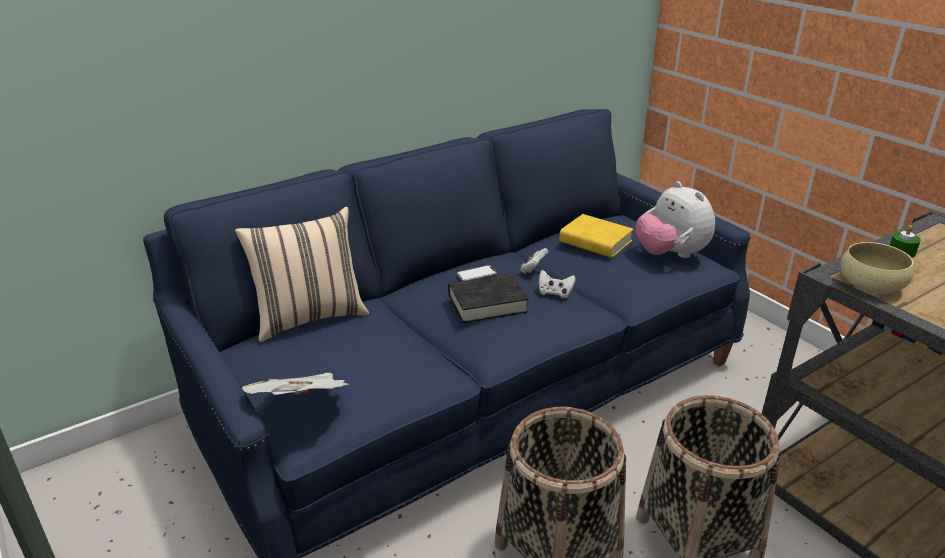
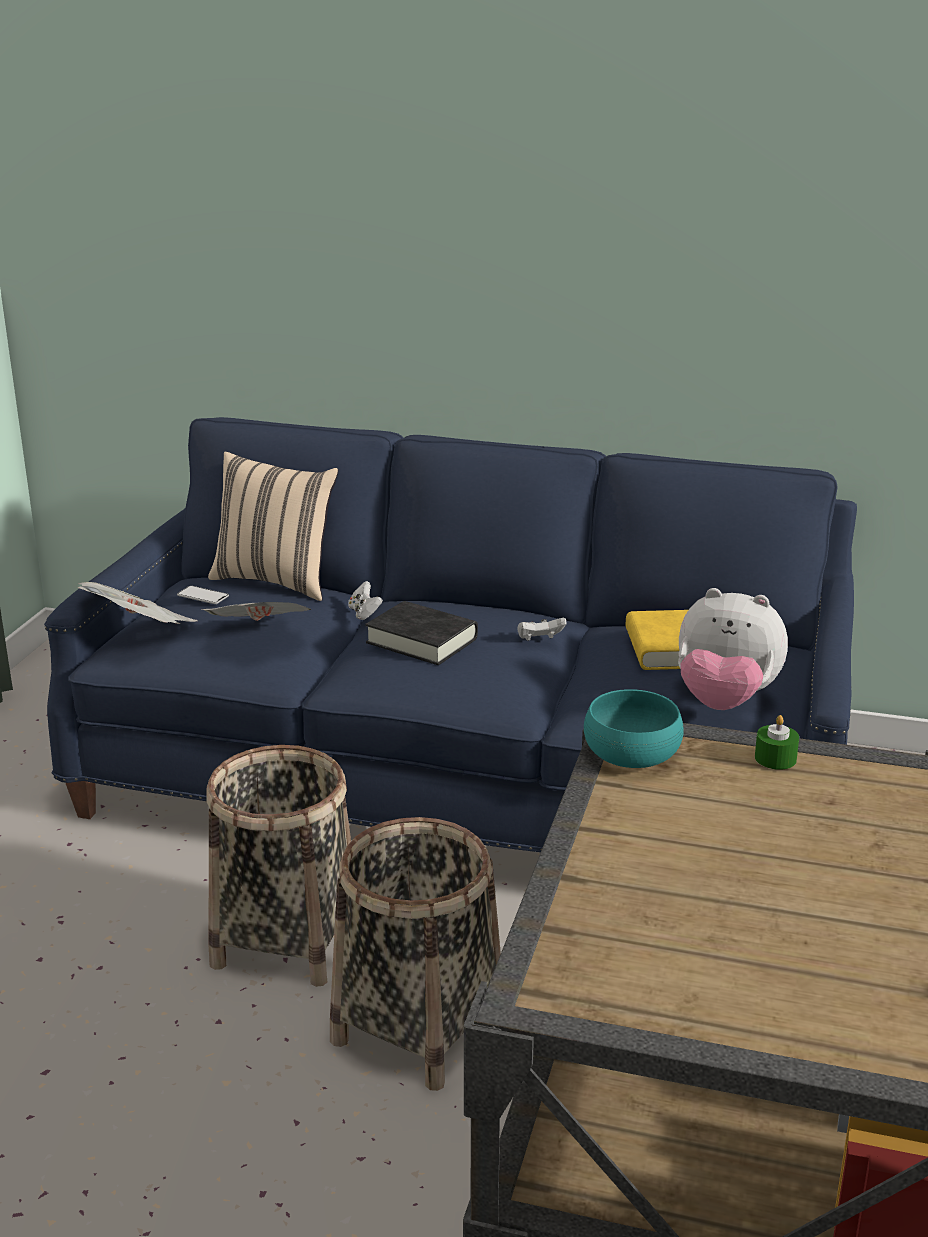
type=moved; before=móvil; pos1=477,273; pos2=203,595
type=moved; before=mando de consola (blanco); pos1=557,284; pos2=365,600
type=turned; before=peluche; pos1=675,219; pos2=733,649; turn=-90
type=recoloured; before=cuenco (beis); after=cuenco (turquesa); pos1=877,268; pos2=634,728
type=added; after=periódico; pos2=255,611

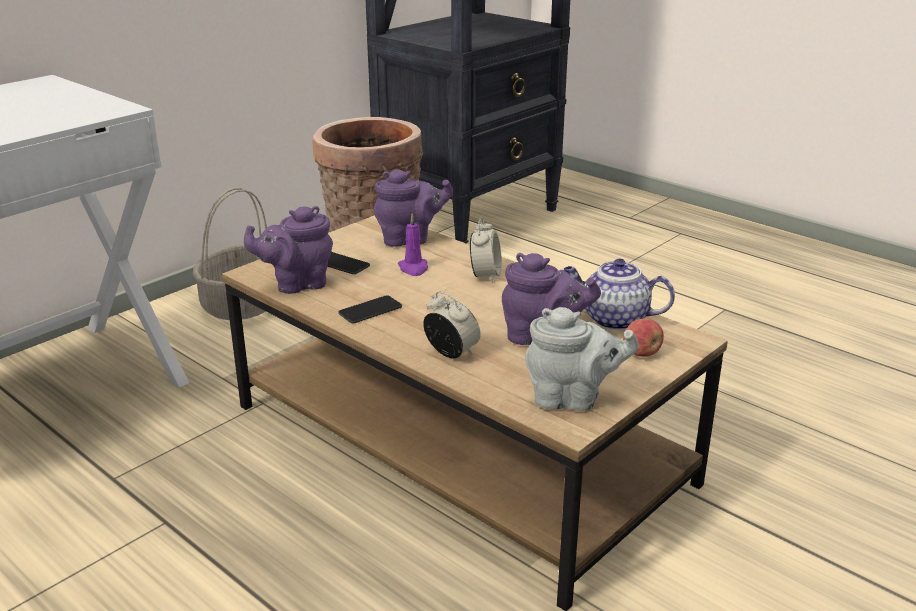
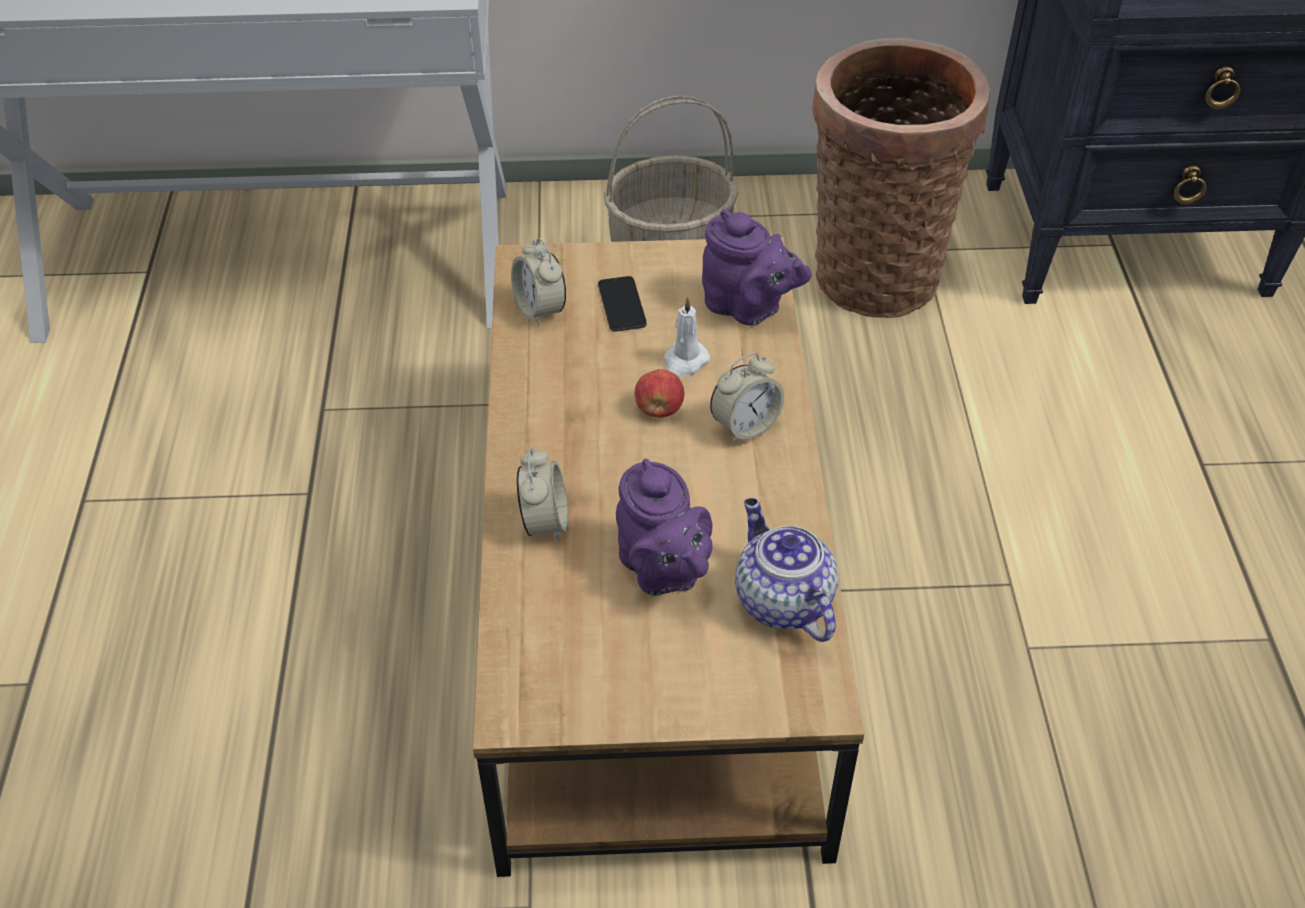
type=replaced; before=tetera (morado); after=despertador; pos1=288,250; pos2=538,282
type=removed; before=móvil; pos1=370,309
type=recoloured; before=vela (morado); after=vela (blanco); pos1=413,244; pos2=686,337
type=removed; before=tetera (gris); pos1=582,359
type=moved; before=manzana; pos1=643,337; pos2=659,393

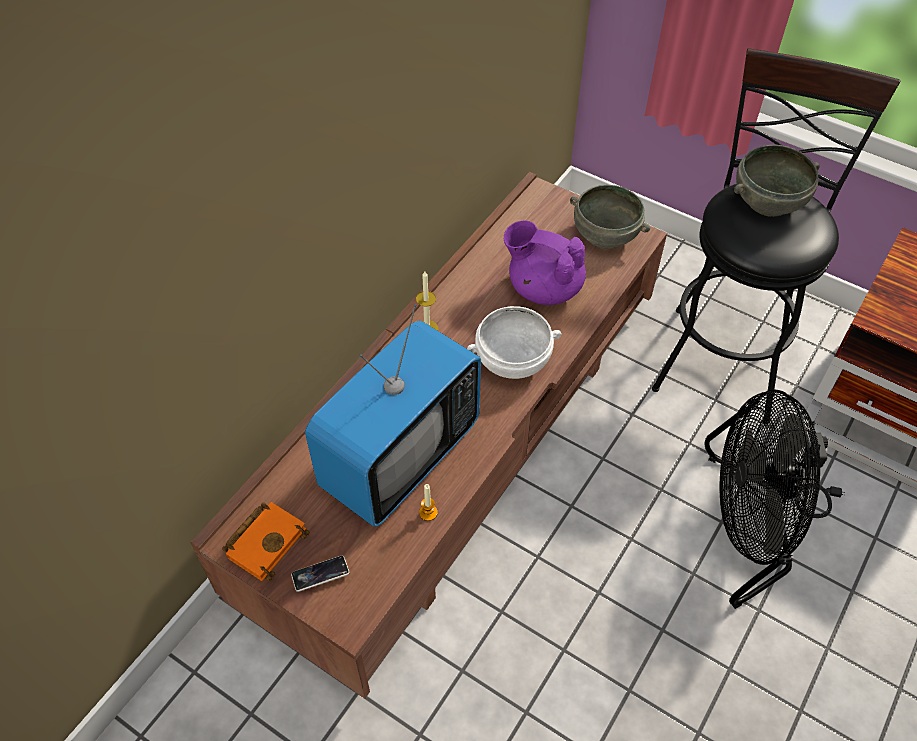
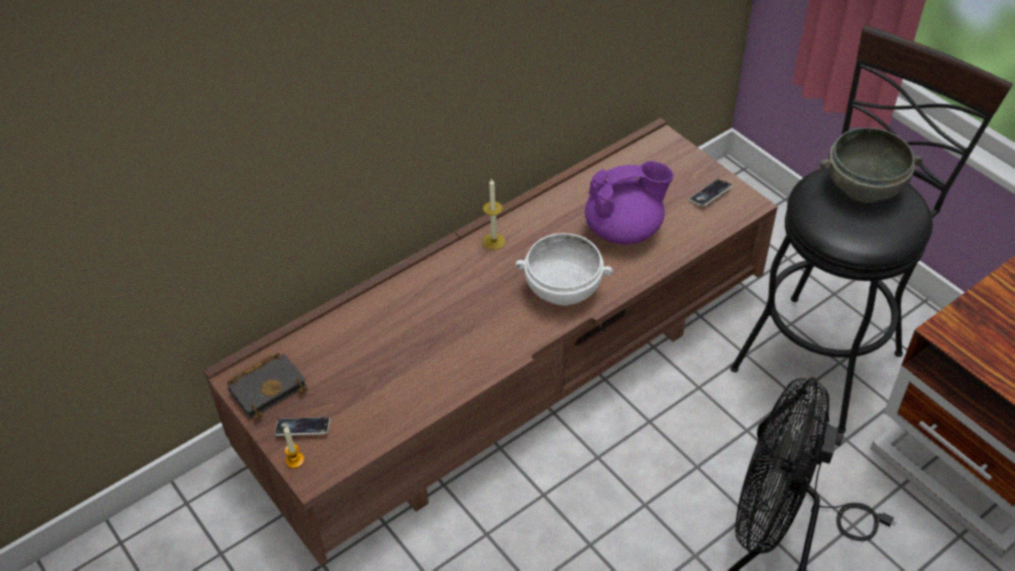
type=recoloured; before=libro (naranja); after=libro (negro); pos1=266,541; pos2=267,386
type=removed; before=televisor; pos1=393,415
type=moved; before=vela; pos1=428,502; pos2=294,448
type=turned; before=tetera (morado); pos1=544,263; pos2=629,202; turn=120
type=replaced; before=cuenco (gris); after=móvil; pos1=610,217; pos2=711,192

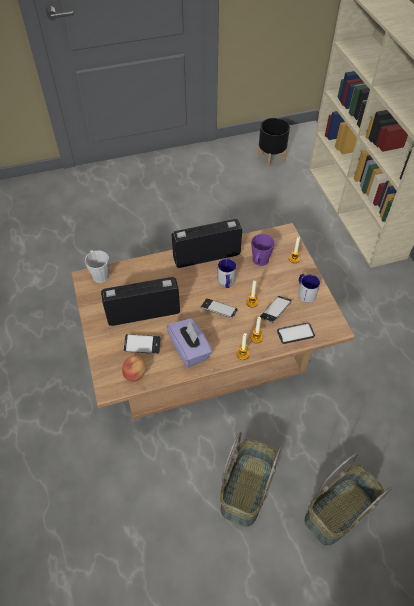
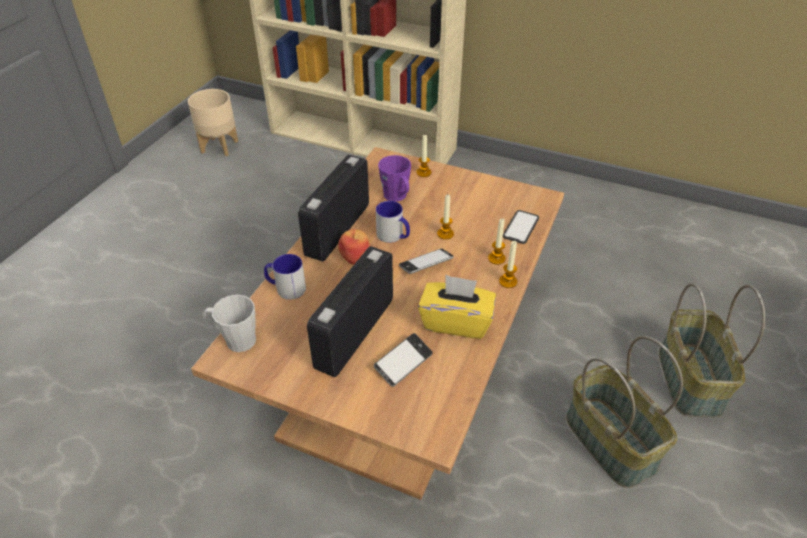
type=moved; before=manzana; pos1=134,369; pos2=354,247
type=recoloured; before=caja de pañuelos (morado); after=caja de pañuelos (amarillo); pos1=189,343; pos2=457,307
type=recoloured; before=maceta (negro); after=maceta (beis); pos1=274,143; pos2=213,122
type=removed; before=móvil; pos1=276,309
type=moved; before=taza grande; pos1=309,288; pos2=285,277

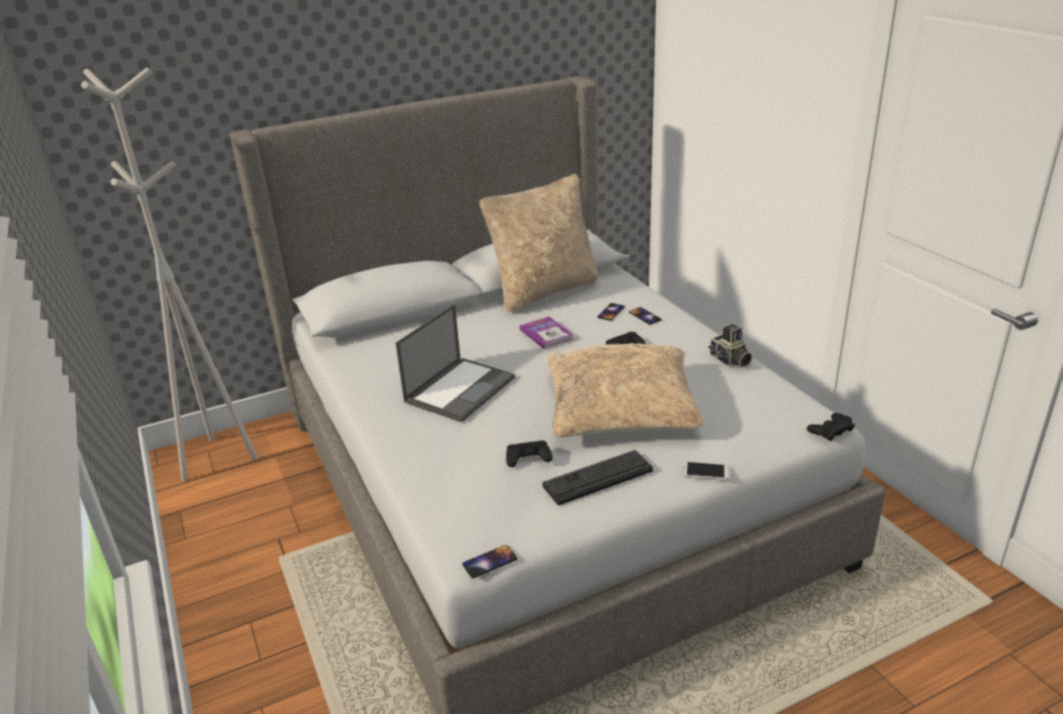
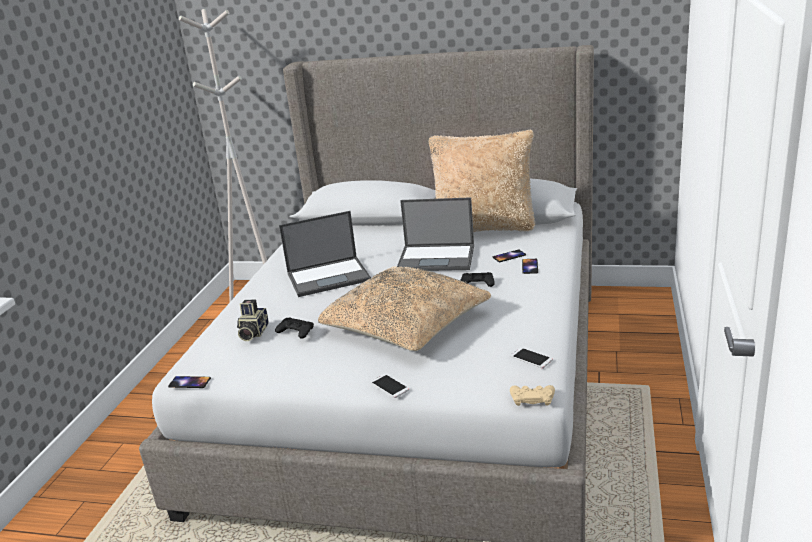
type=replaced; before=libro; after=portátil; pos1=546,332; pos2=435,234
type=removed; before=teclado; pos1=597,477
type=moved; before=cámara; pos1=730,346; pos2=253,320
type=recoloured; before=mando de consola (negro); after=mando de consola (beis); pos1=831,427; pos2=532,395
type=added; after=móvil; pos2=531,357

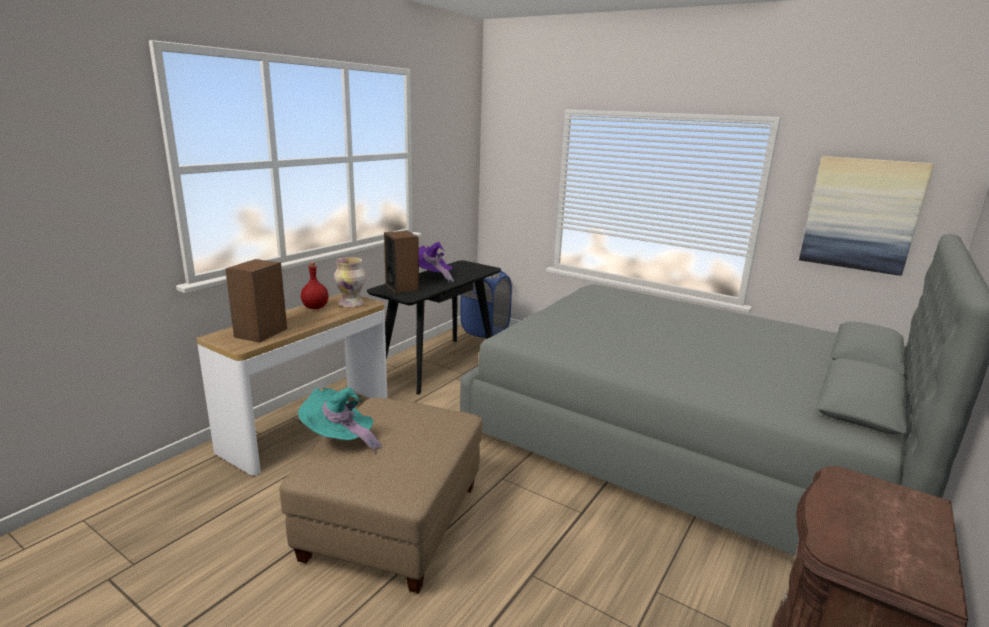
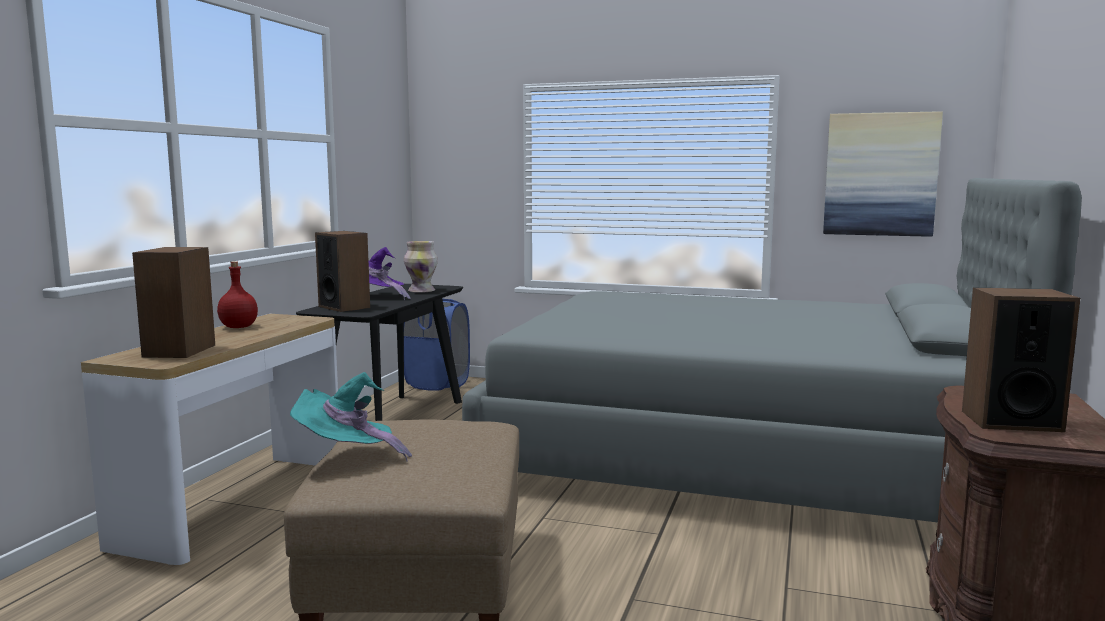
type=moved; before=florero; pos1=350,282; pos2=421,267
type=added; after=altavoz; pos2=1021,360

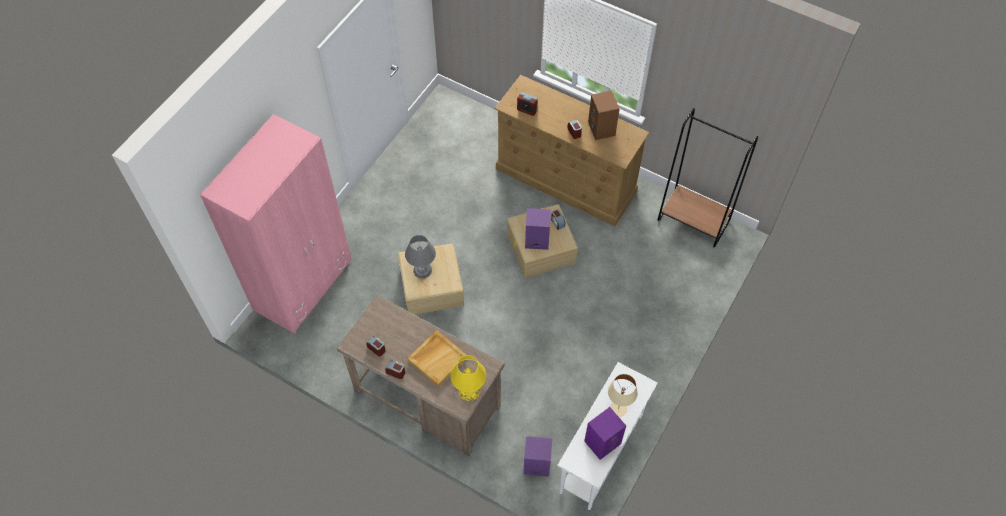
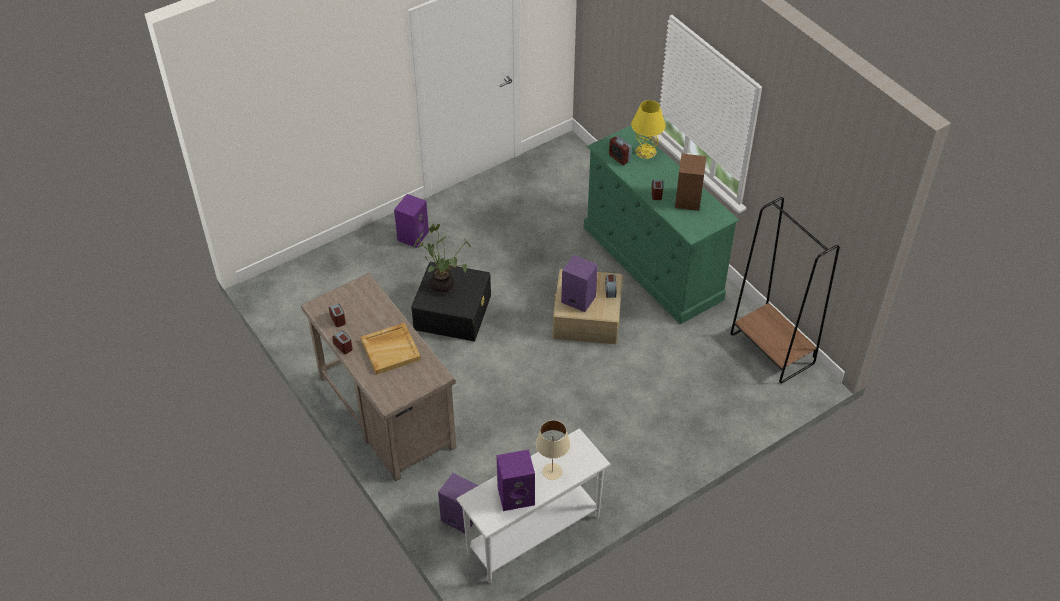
type=removed; before=armario ropero (rosa); pos1=276,224
type=recoloured; before=caja de almacenaje (beis); after=caja de almacenaje (negro); pos1=431,279; pos2=451,301
type=replaced; before=lámpara de mesa (gris); after=planta en maceta; pos1=420,257; pos2=442,259
type=moved; before=lámpara de mesa (amarillo); pos1=468,378; pos2=648,129
type=recoloured; before=cómoda (marrón); after=cómoda (verde); pos1=571,151; pos2=661,225
type=added; after=altavoz (morado); pos2=411,221

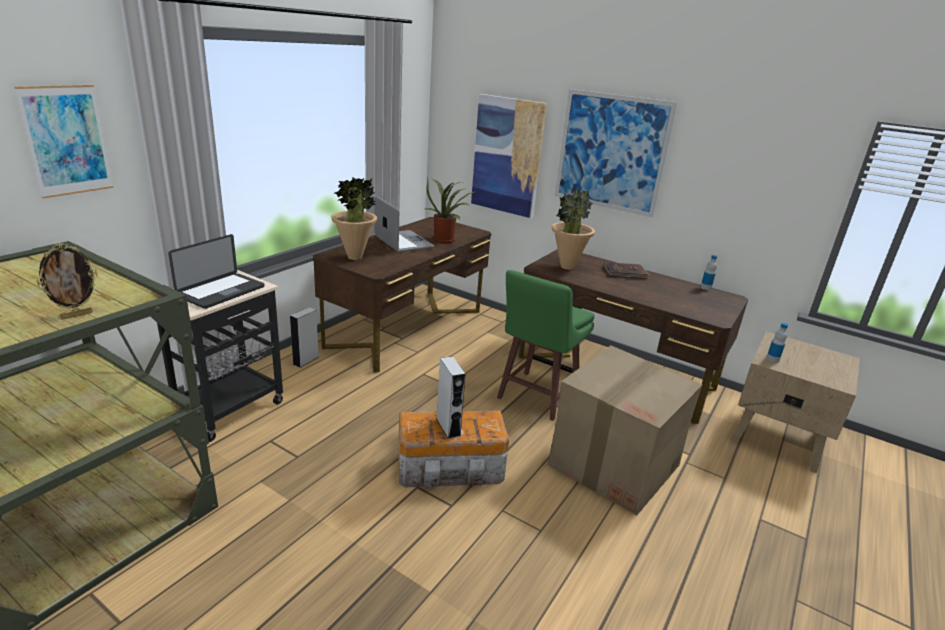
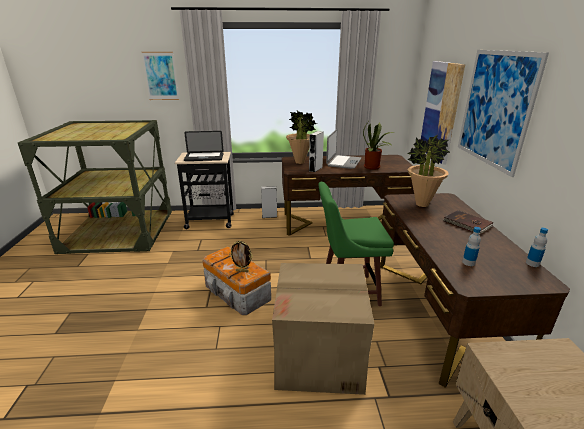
type=moved; before=portarretratos; pos1=67,281; pos2=241,256
type=moved; before=altavoz (gris); pos1=451,397; pos2=316,151
type=moved; before=botella; pos1=777,343; pos2=471,246

